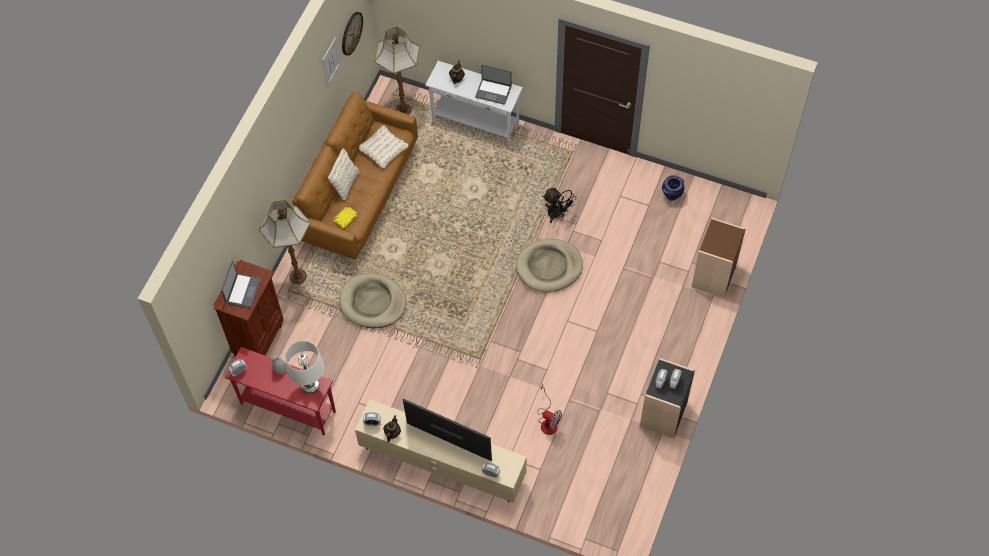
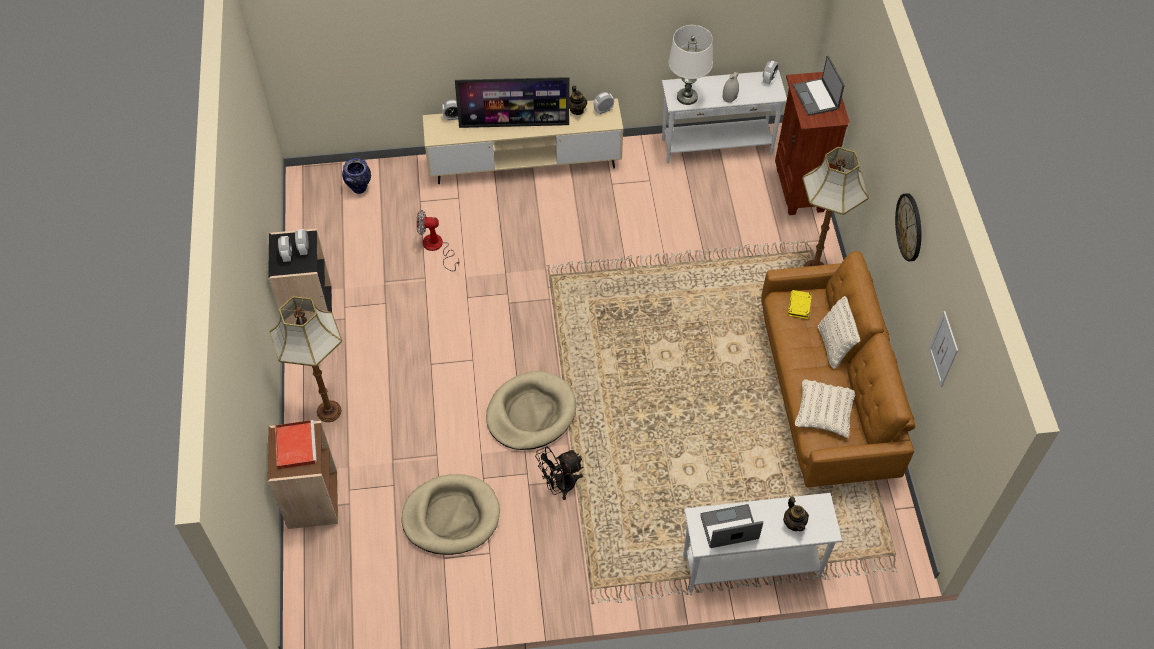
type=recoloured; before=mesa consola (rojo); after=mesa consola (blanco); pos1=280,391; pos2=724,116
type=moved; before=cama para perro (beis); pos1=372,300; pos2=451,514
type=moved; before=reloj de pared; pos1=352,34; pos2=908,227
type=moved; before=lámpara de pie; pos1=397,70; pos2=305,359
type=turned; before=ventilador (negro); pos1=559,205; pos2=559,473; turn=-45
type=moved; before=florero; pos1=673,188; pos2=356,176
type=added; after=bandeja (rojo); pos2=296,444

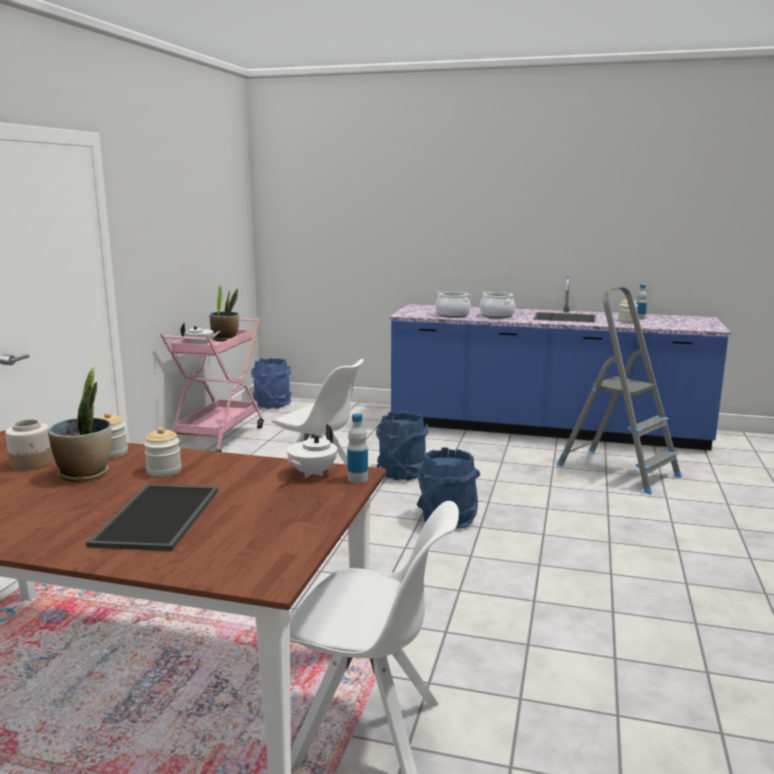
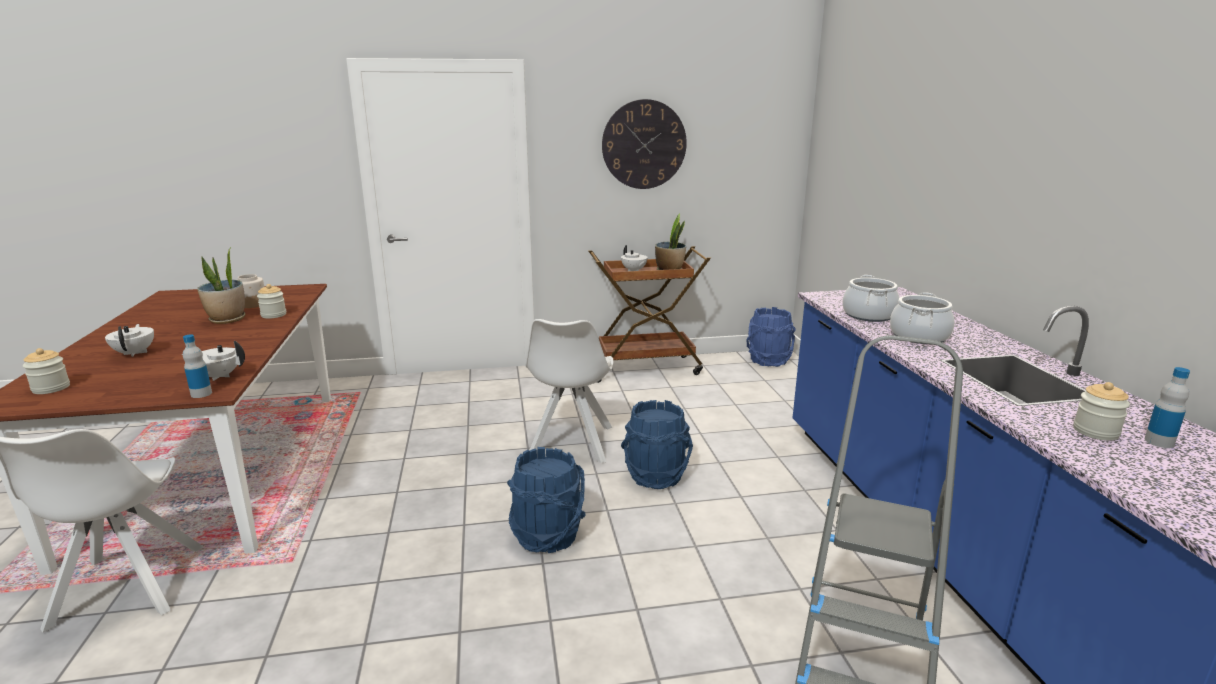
type=replaced; before=bandeja; after=tetera (blanco); pos1=152,517; pos2=129,340
type=moved; before=tarro; pos1=163,452; pos2=46,371
type=recoloured; before=carrito (rosa); after=carrito (marrón); pos1=212,384; pos2=649,314
type=added; after=reloj de pared; pos2=644,144

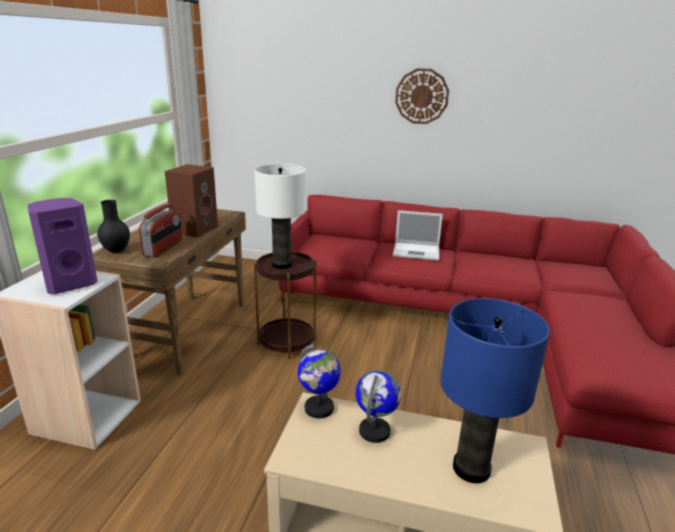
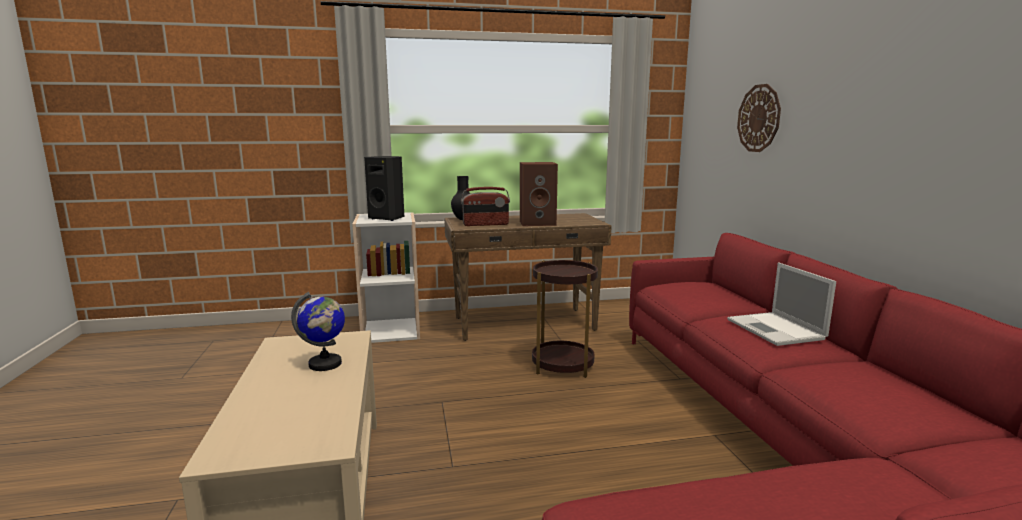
type=recoloured; before=altavoz (morado); after=altavoz (negro); pos1=62,246; pos2=384,188
type=removed; before=lámpara de mesa (blanco); pos1=280,216
type=removed; before=globo terráqueo; pos1=319,381
type=moved; before=reloj de pared; pos1=422,96; pos2=759,118
type=removed; before=lámpara de mesa (azul); pos1=495,390

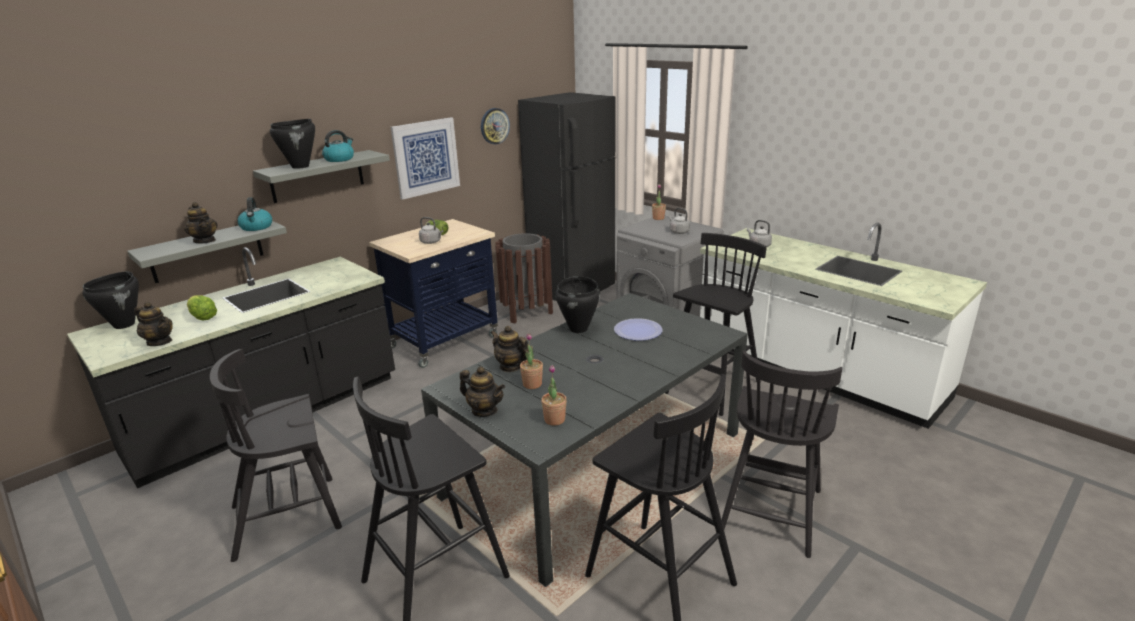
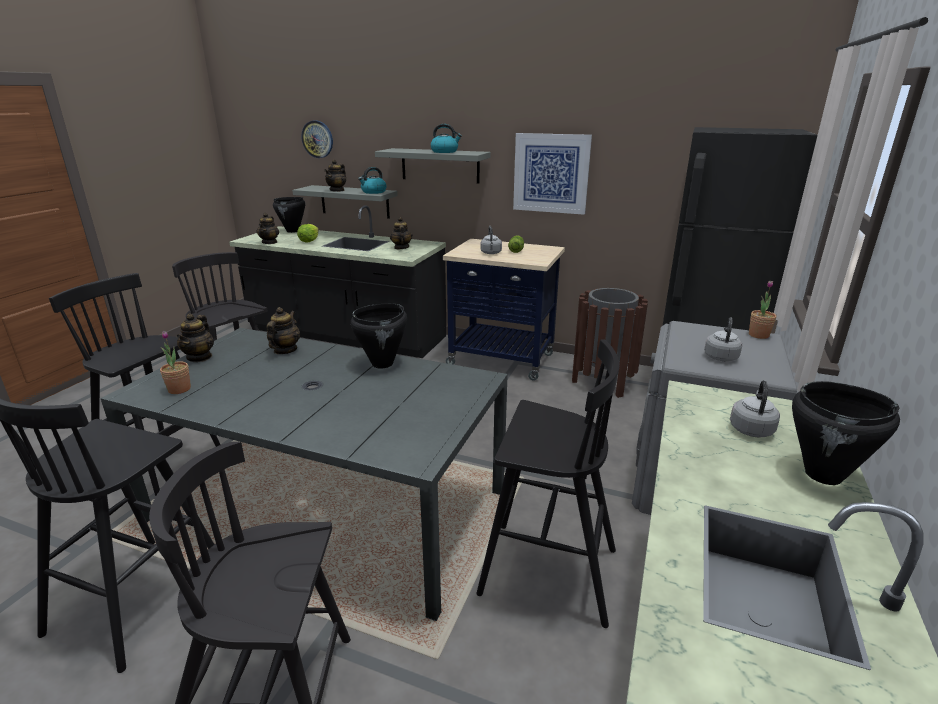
type=moved; before=olla (negro); pos1=292,144; pos2=846,433
type=moved; before=reloj de pared; pos1=495,126; pos2=317,139
type=removed; before=planta en maceta; pos1=531,361
type=removed; before=plato; pos1=638,329
type=added; after=tetera; pos2=401,233

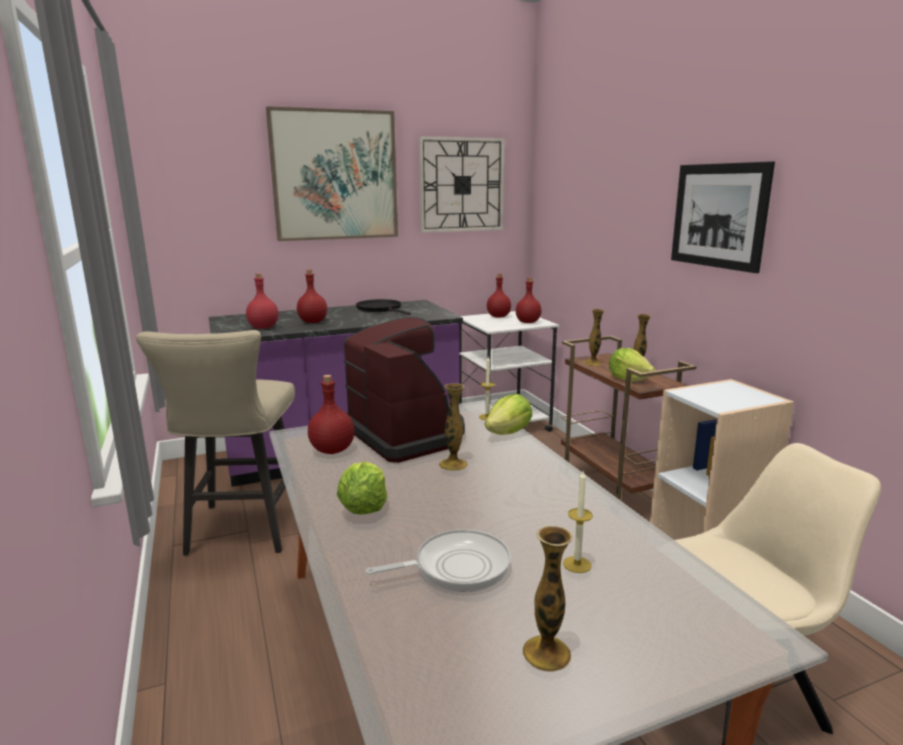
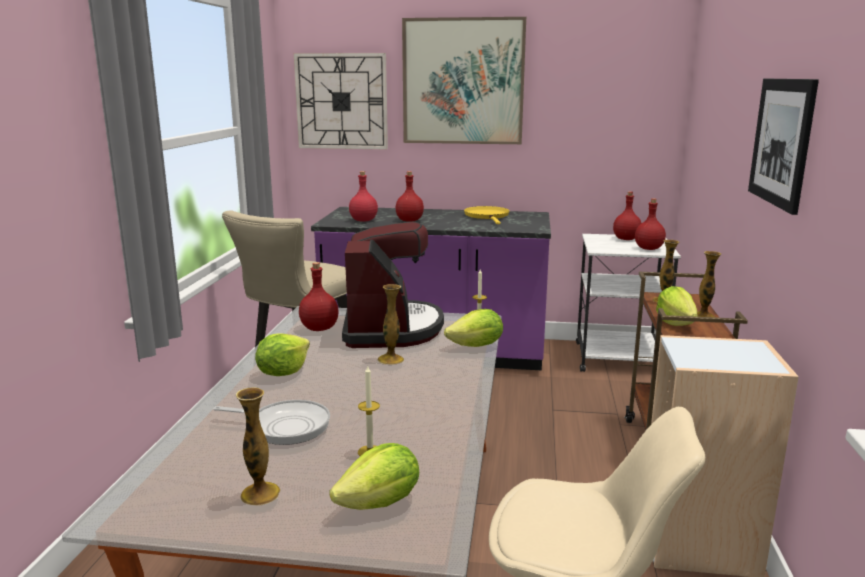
type=recoloured; before=sartén (negro); after=sartén (amarillo); pos1=383,307; pos2=487,215
type=moved; before=reloj de pared; pos1=462,184; pos2=341,101
type=added; after=lechuga; pos2=374,476

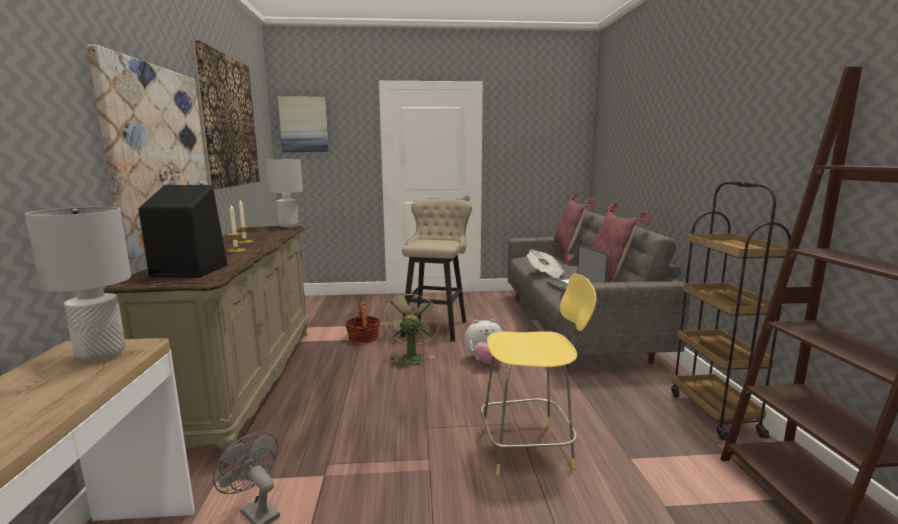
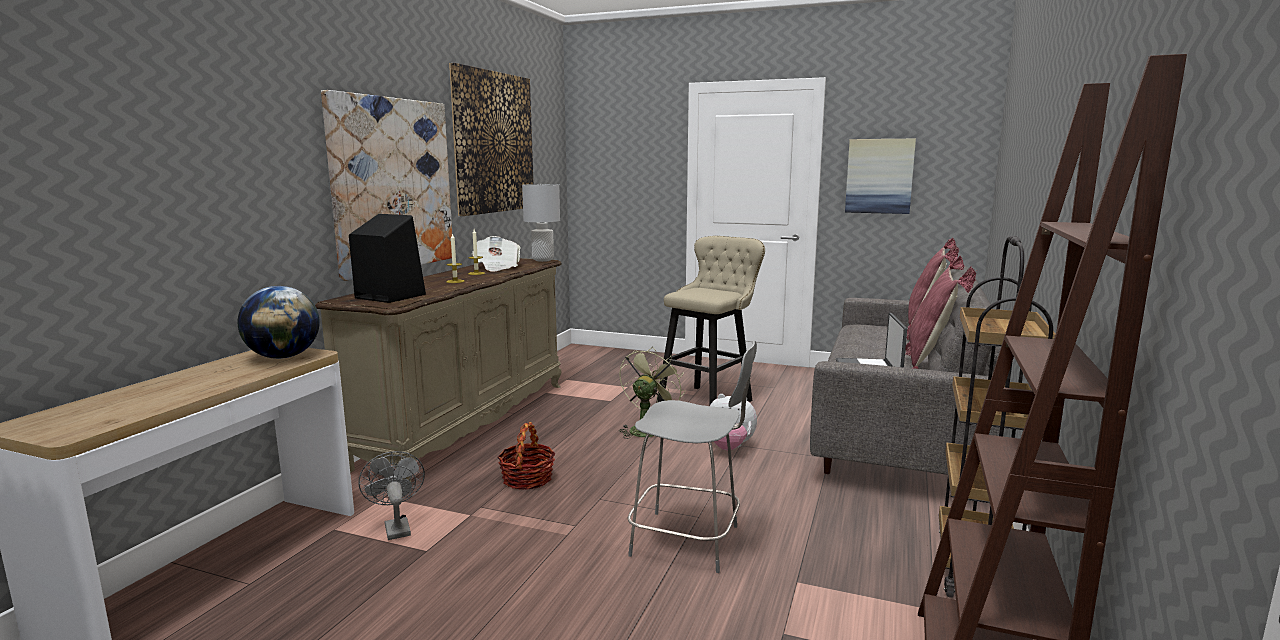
type=replaced; before=lámpara de mesa (gris); after=globo terráqueo; pos1=78,284; pos2=279,322
type=moved; before=cuadro; pos1=303,124; pos2=880,176
type=moved; before=cesta; pos1=363,322; pos2=527,456
type=recoloured; before=taburete (amarillo); after=taburete (gris); pos1=538,374; pos2=692,456
type=moved; before=periódico; pos1=546,263; pos2=496,253

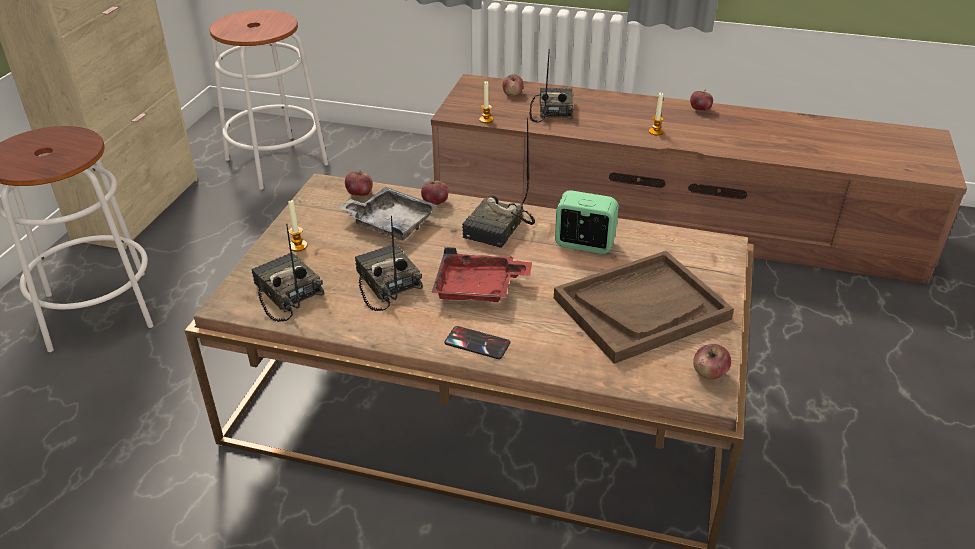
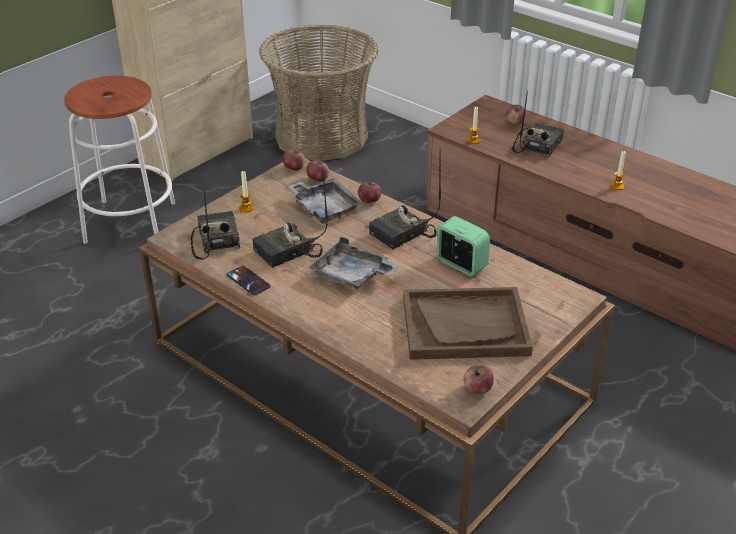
type=replaced; before=taburete (blanco); after=cesta; pos1=269,100; pos2=319,92
type=turned; before=radio; pos1=389,263; pos2=290,217; turn=-120
type=recoloured; before=bandeja (rojo); after=bandeja (gris); pos1=481,274; pos2=353,263
type=moved; before=móvil; pos1=477,342; pos2=248,280
type=moved; before=manzana; pos1=701,101; pos2=294,159

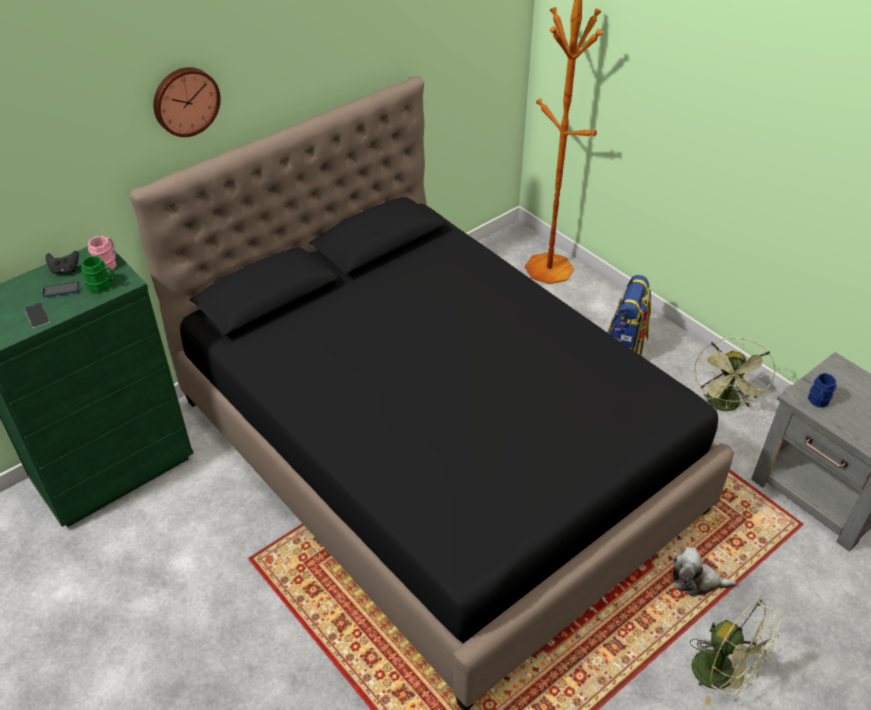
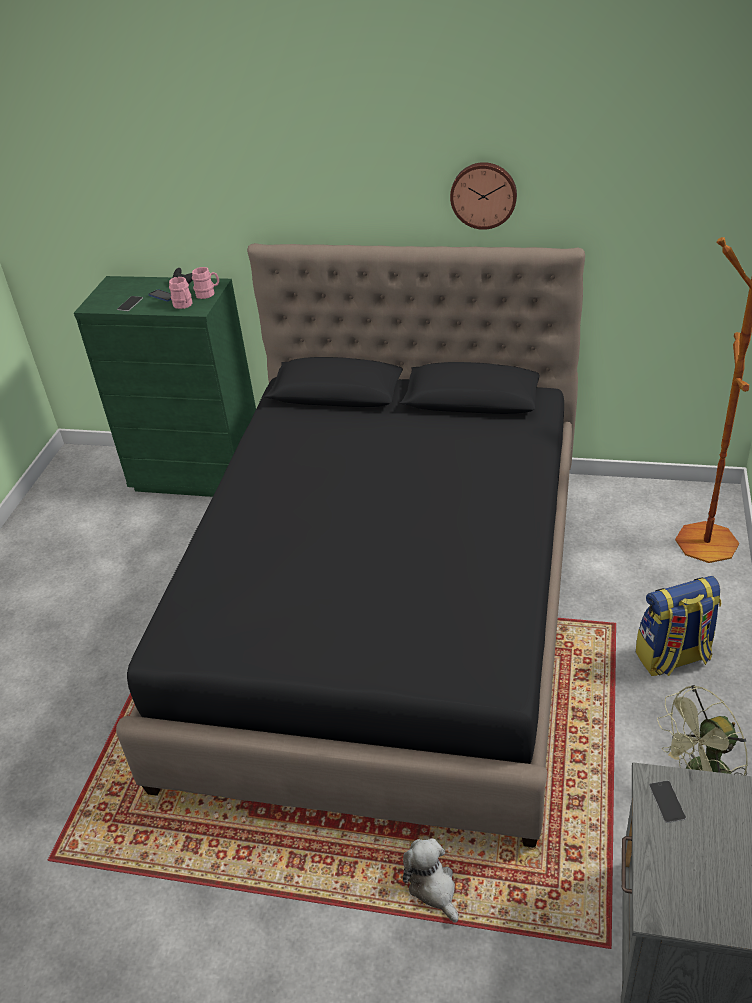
type=recoloured; before=taza grande (verde); after=taza grande (rosa); pos1=98,274; pos2=180,293
type=moved; before=reloj de pared; pos1=187,102; pos2=483,196
type=removed; before=ventilador (verde); pos1=736,652
type=replaced; before=taza grande (azul); after=móvil; pos1=822,390; pos2=667,801

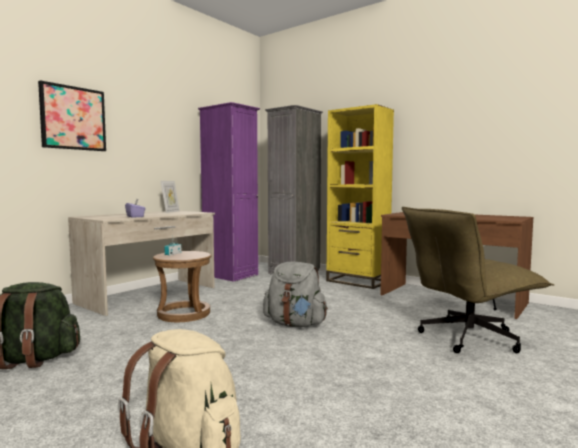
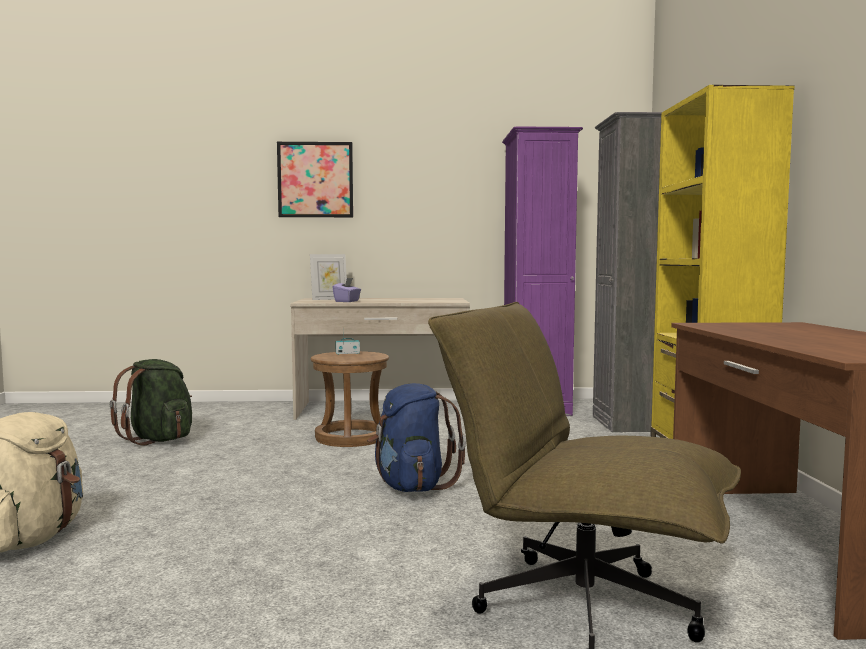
type=moved; before=portarretratos; pos1=170,197; pos2=328,277
type=recoloured; before=mochila (gris); after=mochila (azul); pos1=295,294; pos2=416,437

